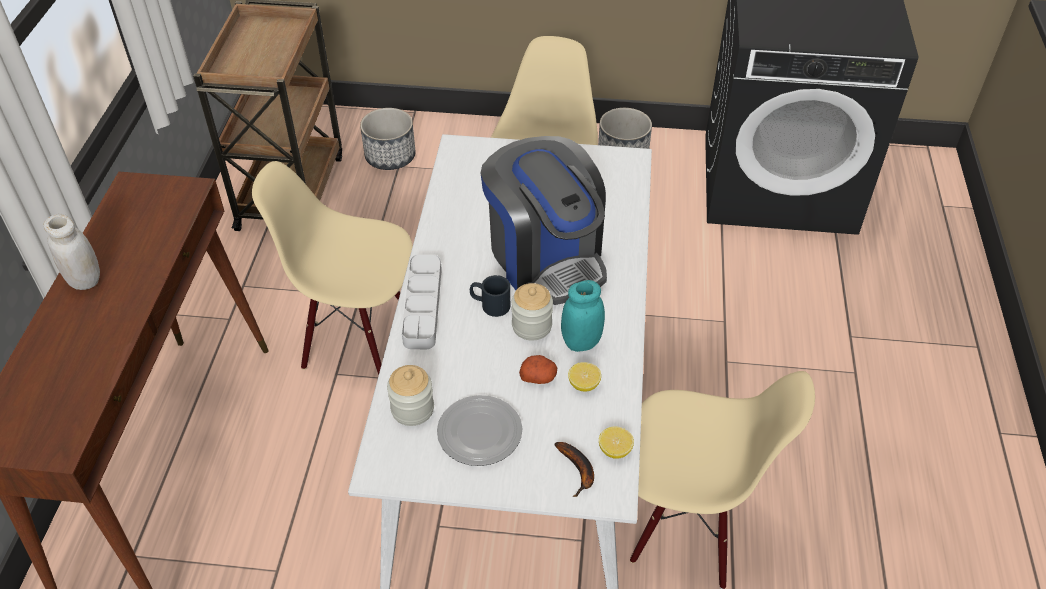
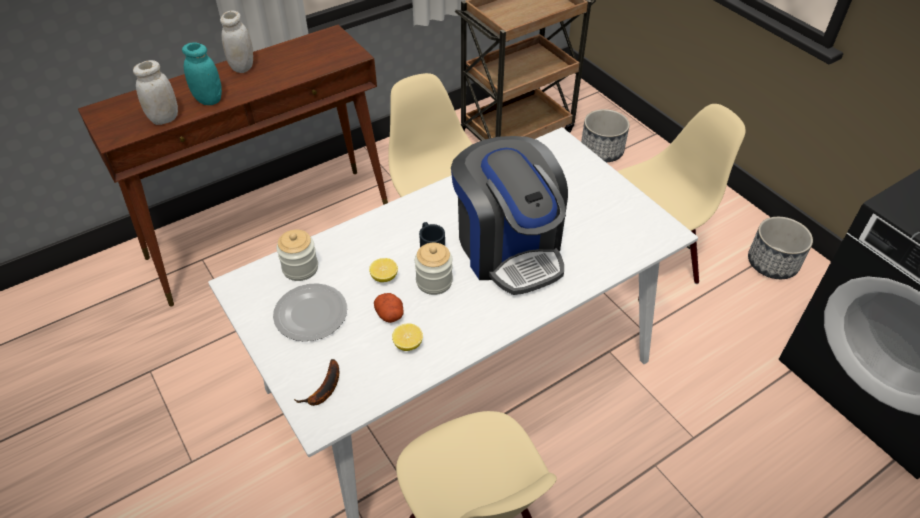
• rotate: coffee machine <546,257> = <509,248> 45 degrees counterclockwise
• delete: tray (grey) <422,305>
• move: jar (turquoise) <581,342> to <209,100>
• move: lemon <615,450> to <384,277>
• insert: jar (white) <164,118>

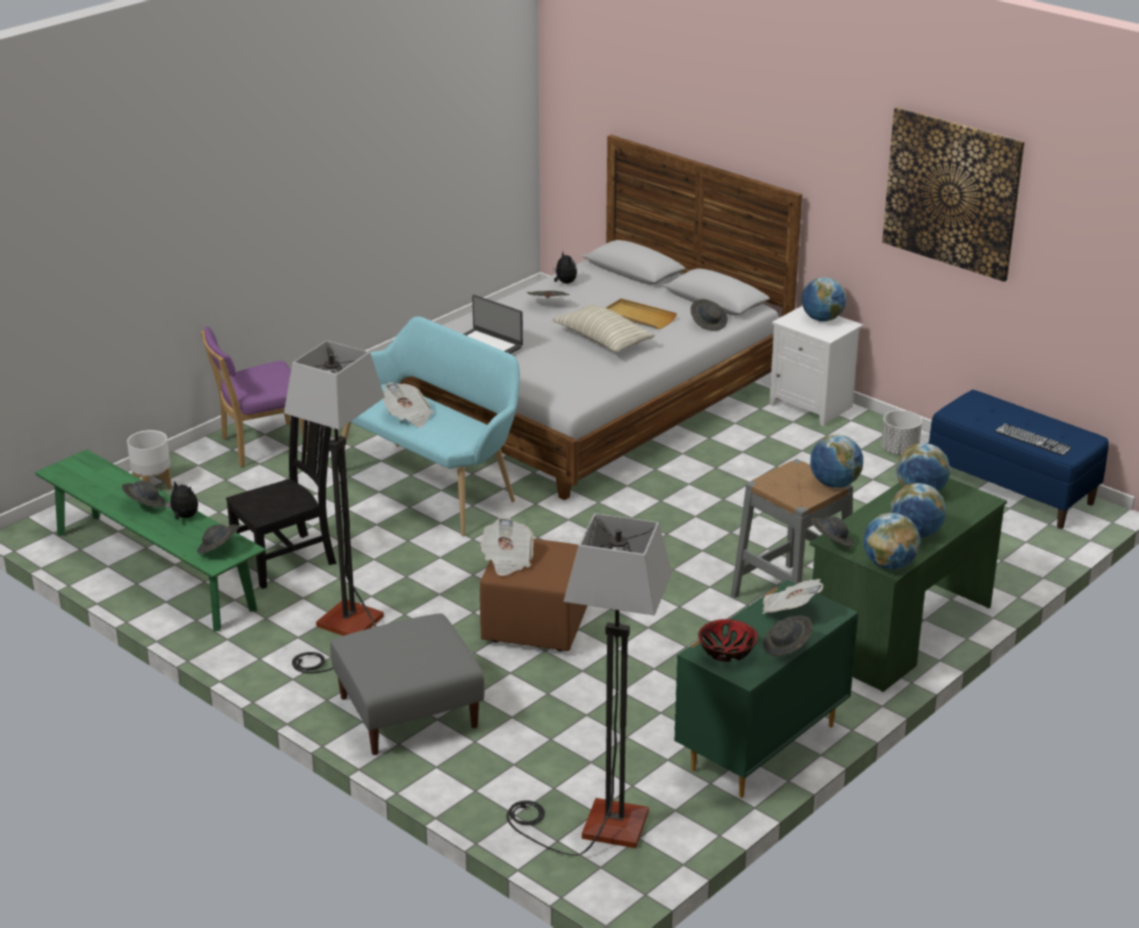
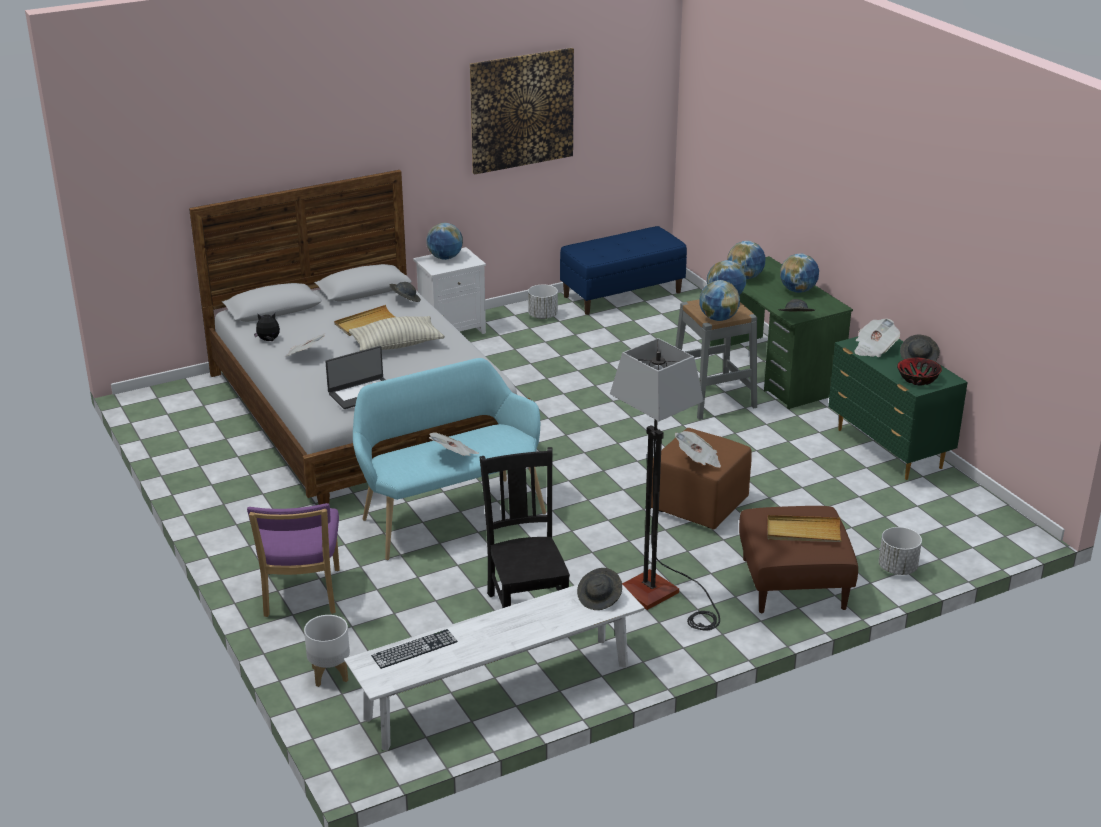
• move: keyboard <1033,439> to <414,649>
• recolor: bench (green) <154,570> to bench (white) <498,692>
• delete: hat (grey) <144,504>
• delete: plush toy <184,517>
• delete: floor lamp <594,825>
• move: globe <889,564> to <718,318>
• recolor: ottoman (grey) <408,712> to ottoman (brown) <794,584>
• insert: tray (beige) <803,532>
• insert: planter (white) <897,568>

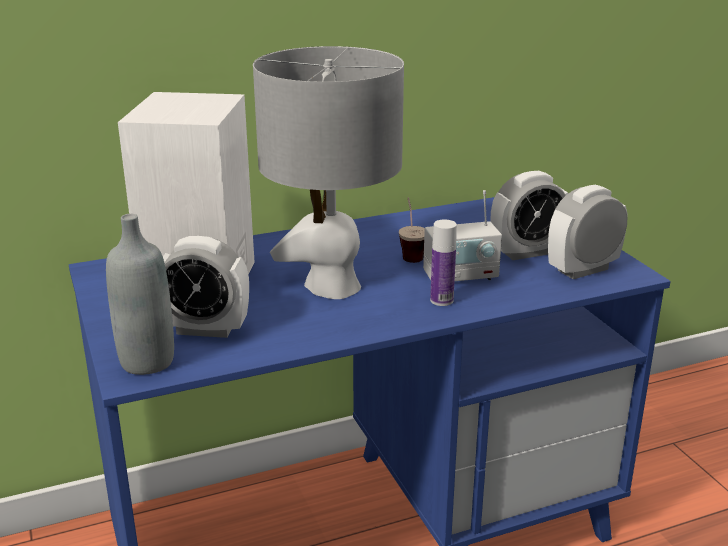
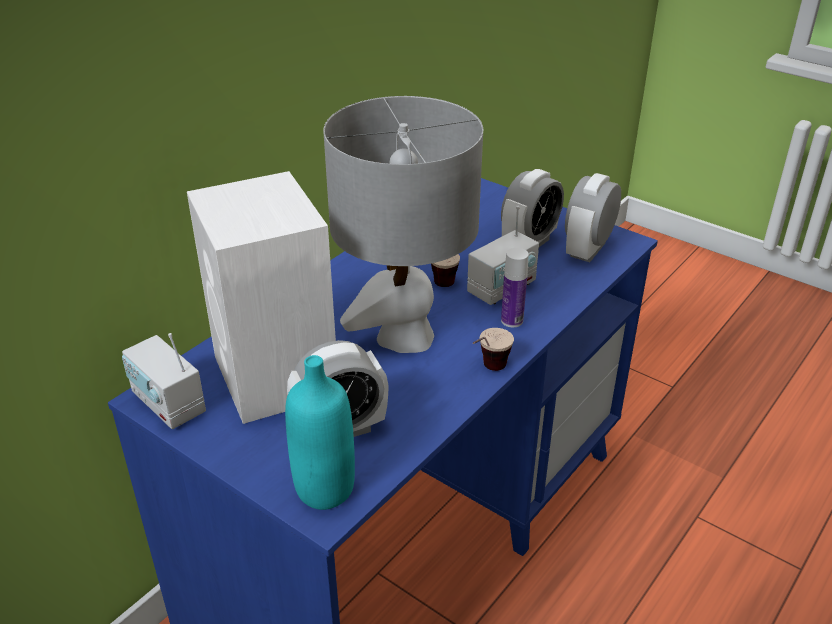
• recolor: bottle (grey) <147,361> to bottle (turquoise) <324,489>
• insert: cup <487,371>
• insert: radio <168,404>

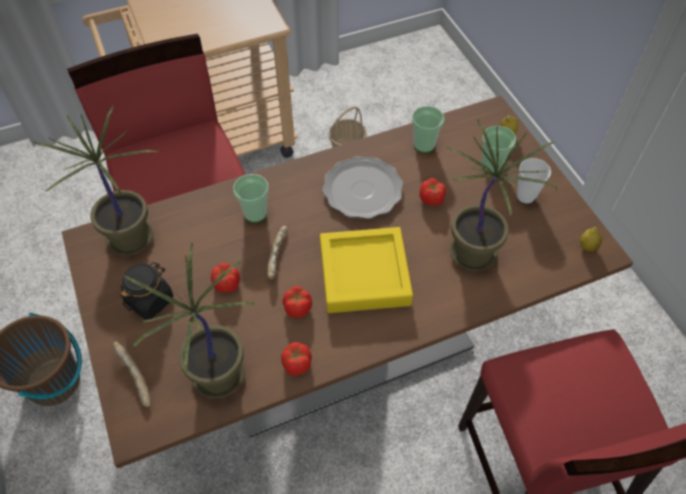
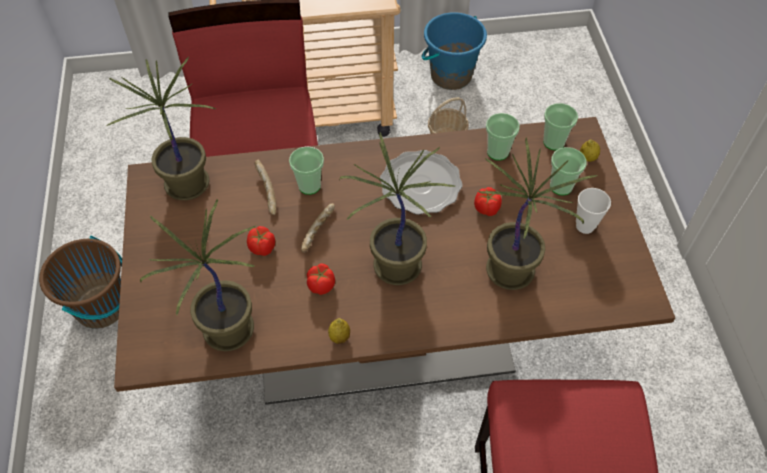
• replace: tray (yellow) <364,274> to potted plant <395,267>
• move: lemon <587,247> to <339,337>
• delete: jar (black) <150,300>
• move: bread <133,377> to <265,191>
• delete: tomato <297,364>
• insert: bucket (blue) <450,75>
• insert: cup <554,142>

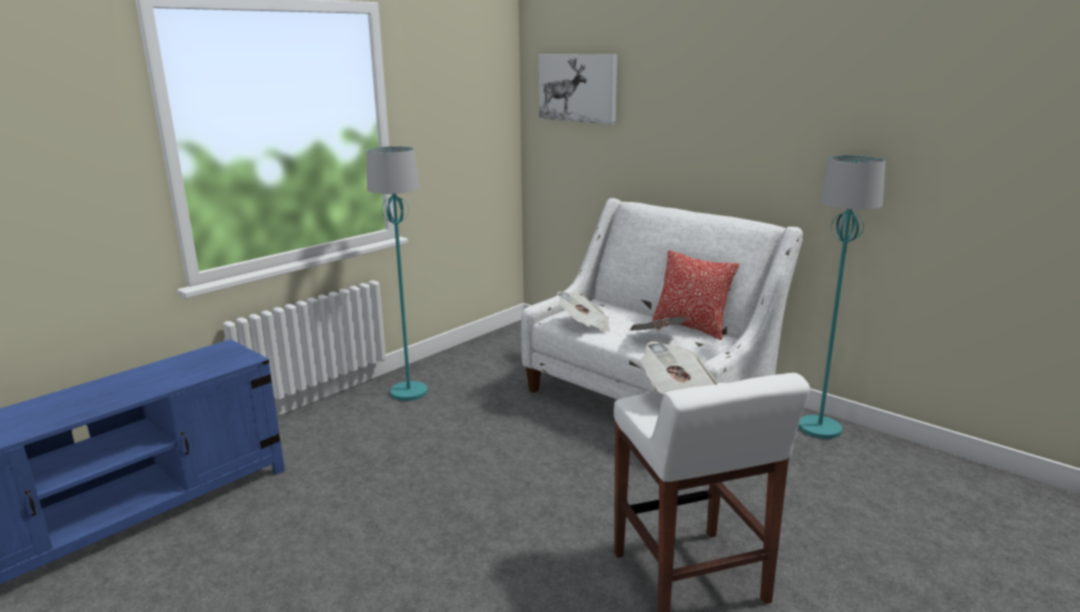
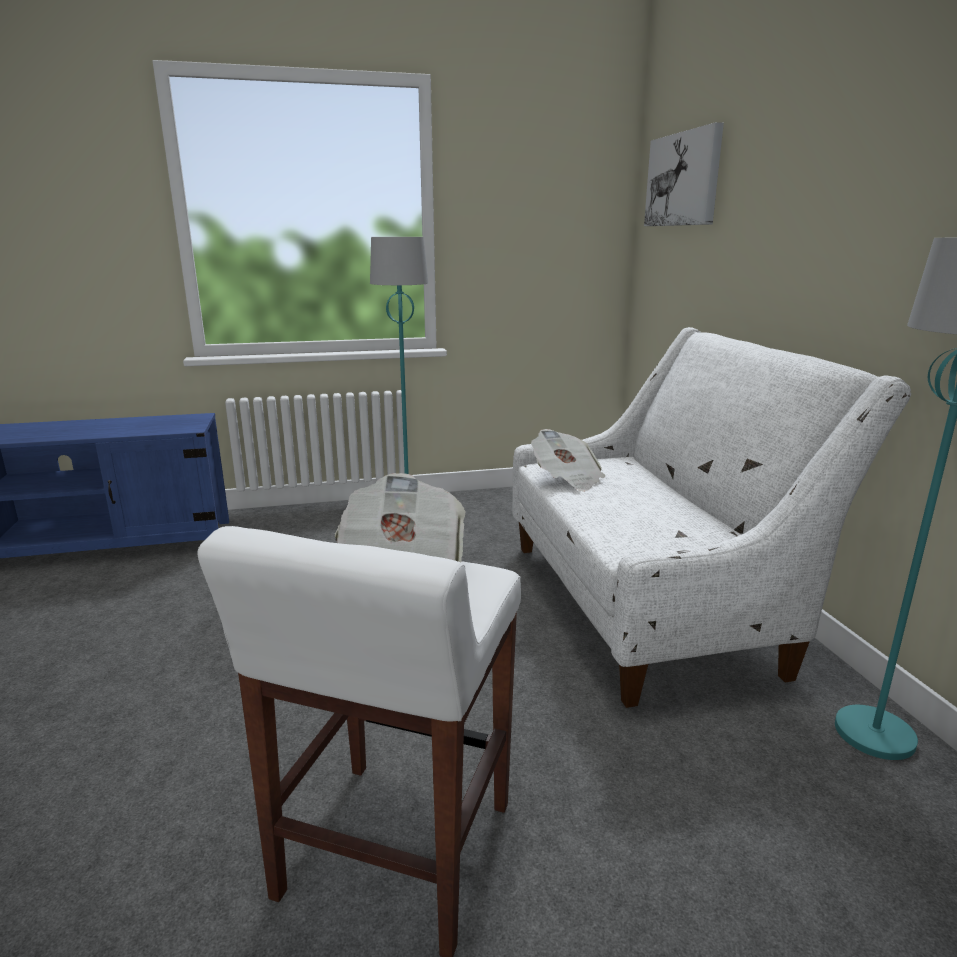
• delete: pillow <691,327>
• delete: newspaper <656,339>

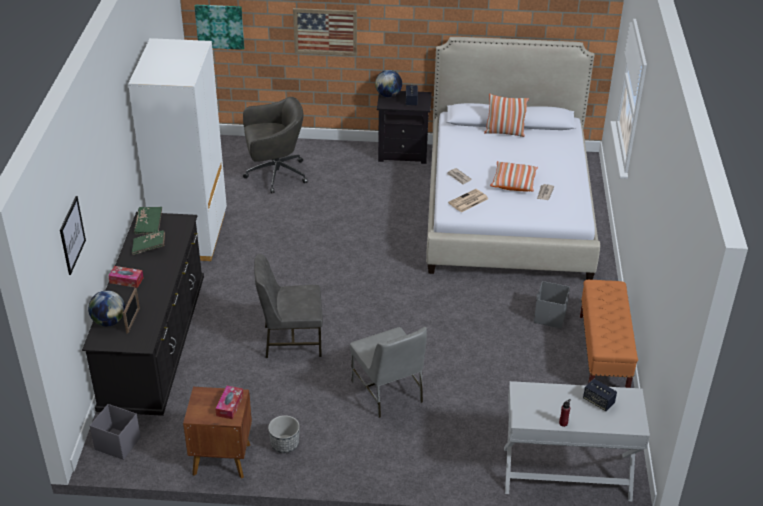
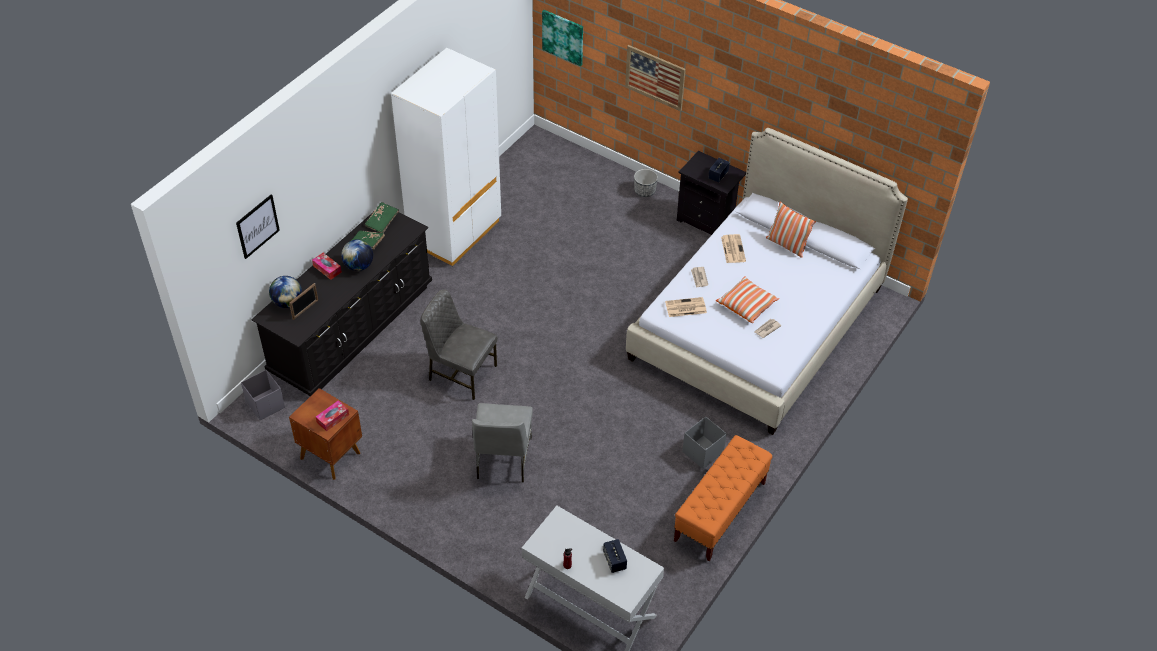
• move: globe <388,95> to <358,266>
• delete: office chair (grey) <275,174>
• move: planter <285,444> to <645,191>
• insert: newspaper <732,248>

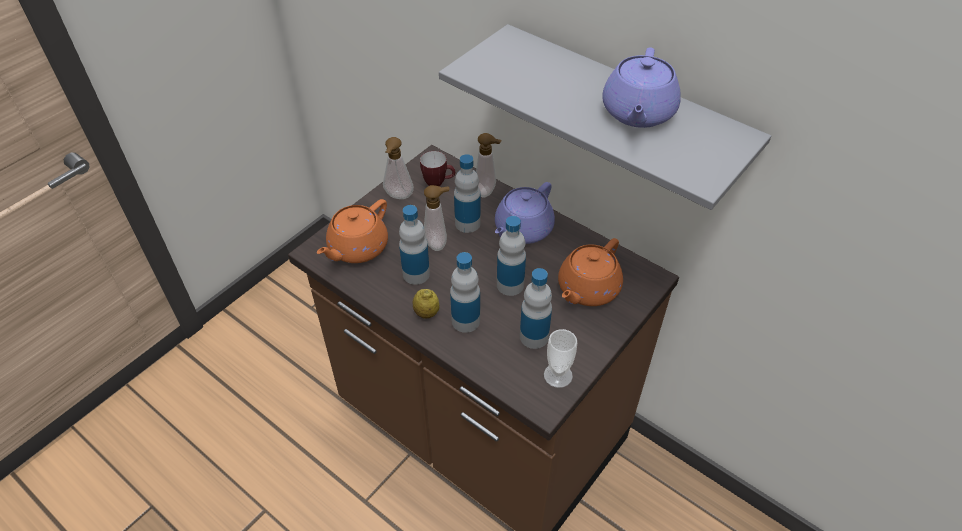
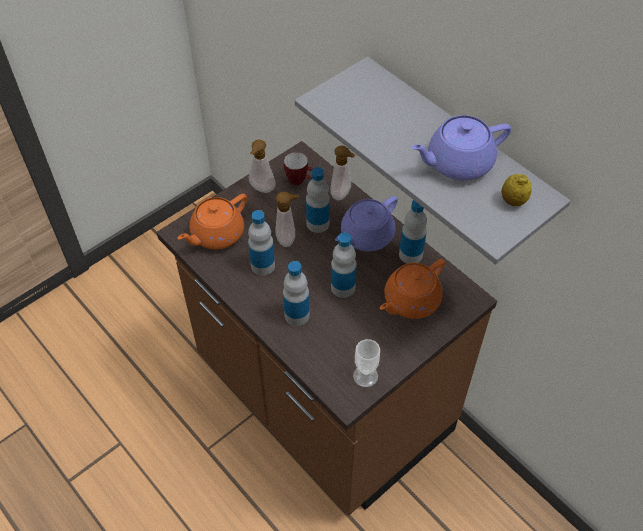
• rotate: teapot (purple) <637,113> = <457,163> 45 degrees clockwise
• move: bottle <534,336> to <410,254>
• move: lemon <426,313> to <513,201>

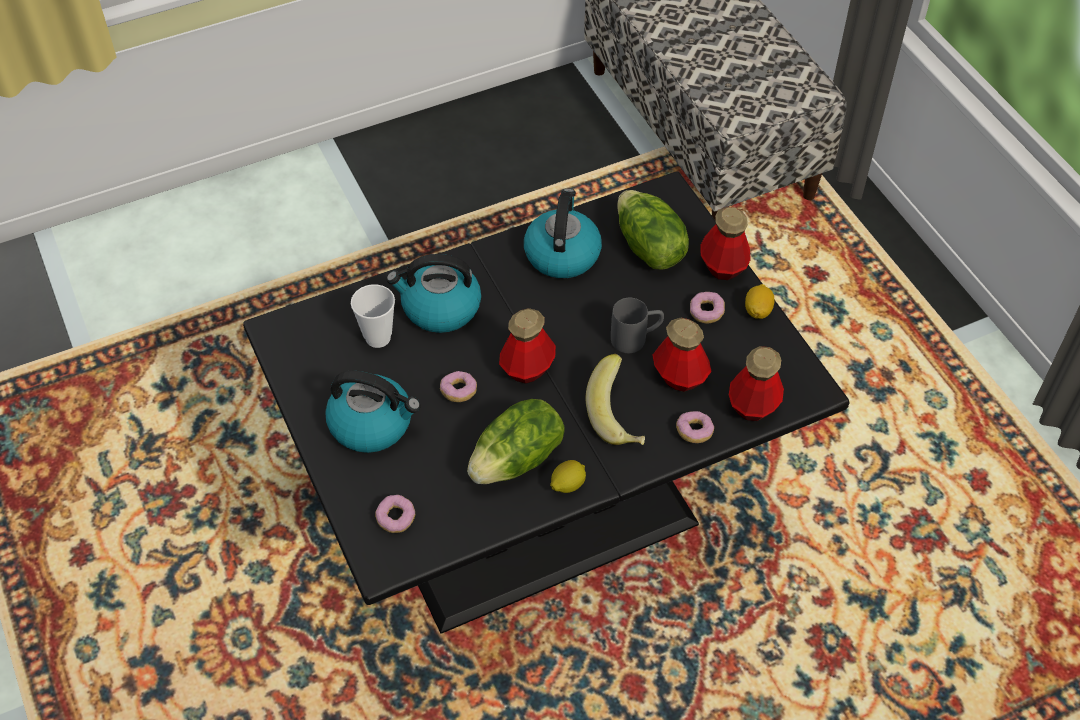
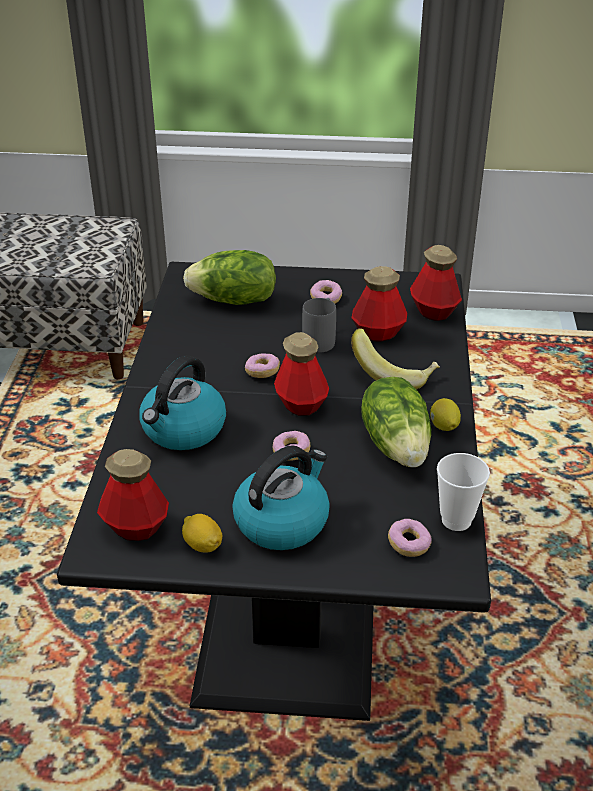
• delete: kettle <562,254>
• move: bottle <723,267> to <135,527>
• move: cup <378,338> to <456,520>
• move: lemon <758,310> to <203,545>
• move: donut <694,432> to <262,372>

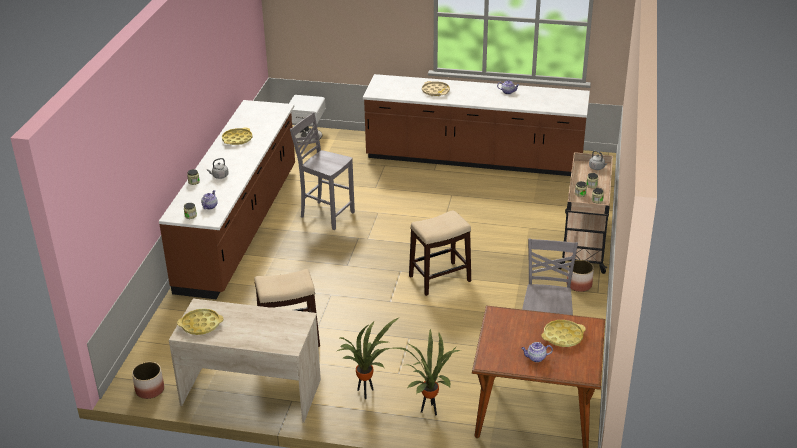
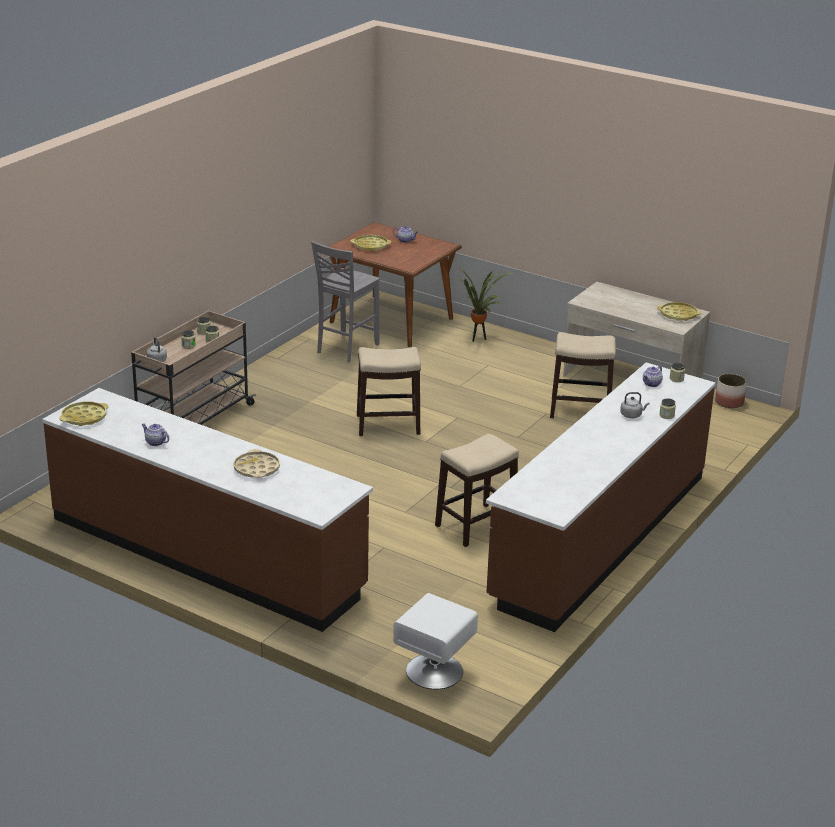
• replace: chair (grey) <326,214> to stool <475,525>
• move: tray (yellow) <237,139> to <84,417>
• delete: planter <578,285>
• delete: potted plant <366,392>

